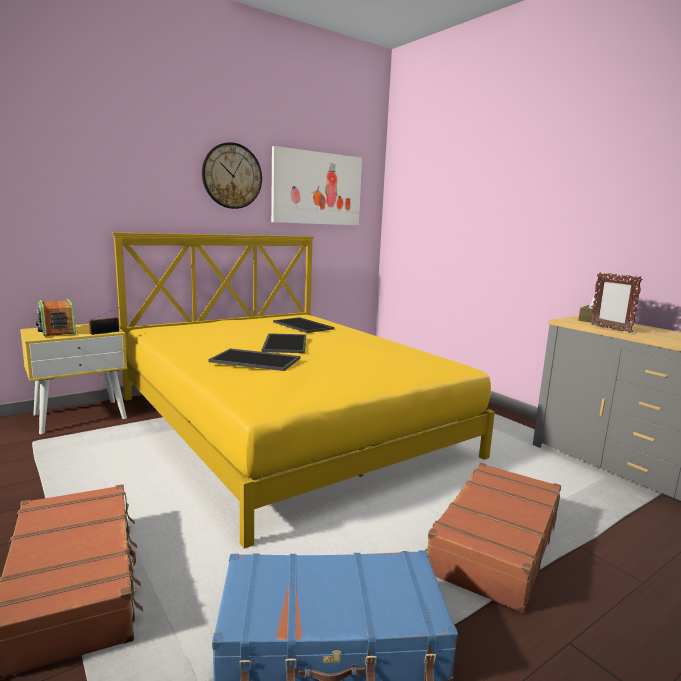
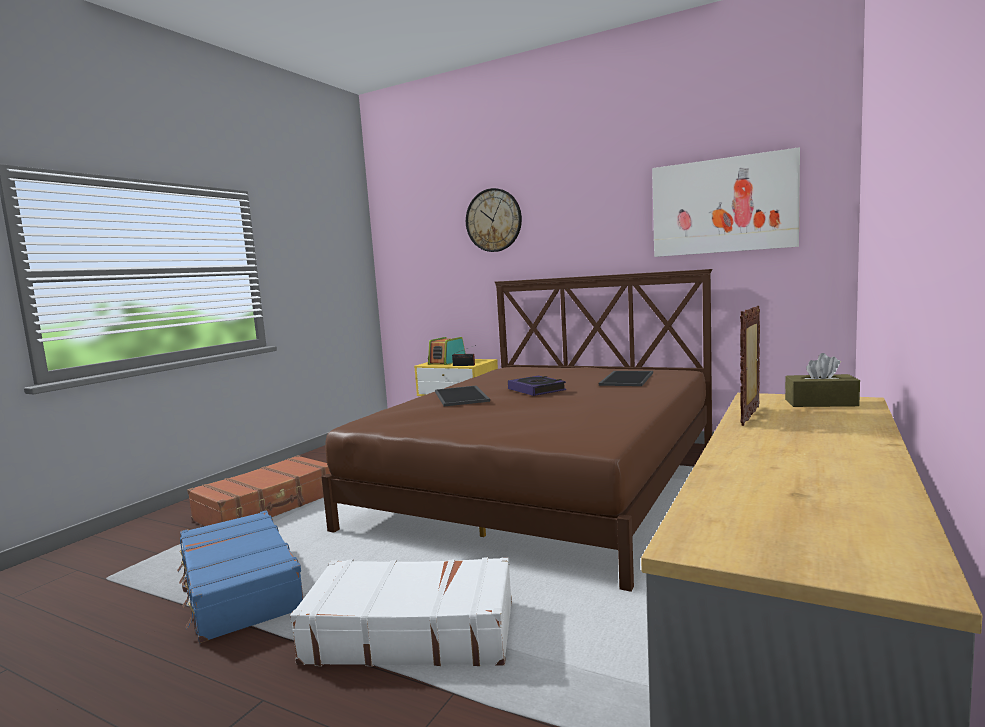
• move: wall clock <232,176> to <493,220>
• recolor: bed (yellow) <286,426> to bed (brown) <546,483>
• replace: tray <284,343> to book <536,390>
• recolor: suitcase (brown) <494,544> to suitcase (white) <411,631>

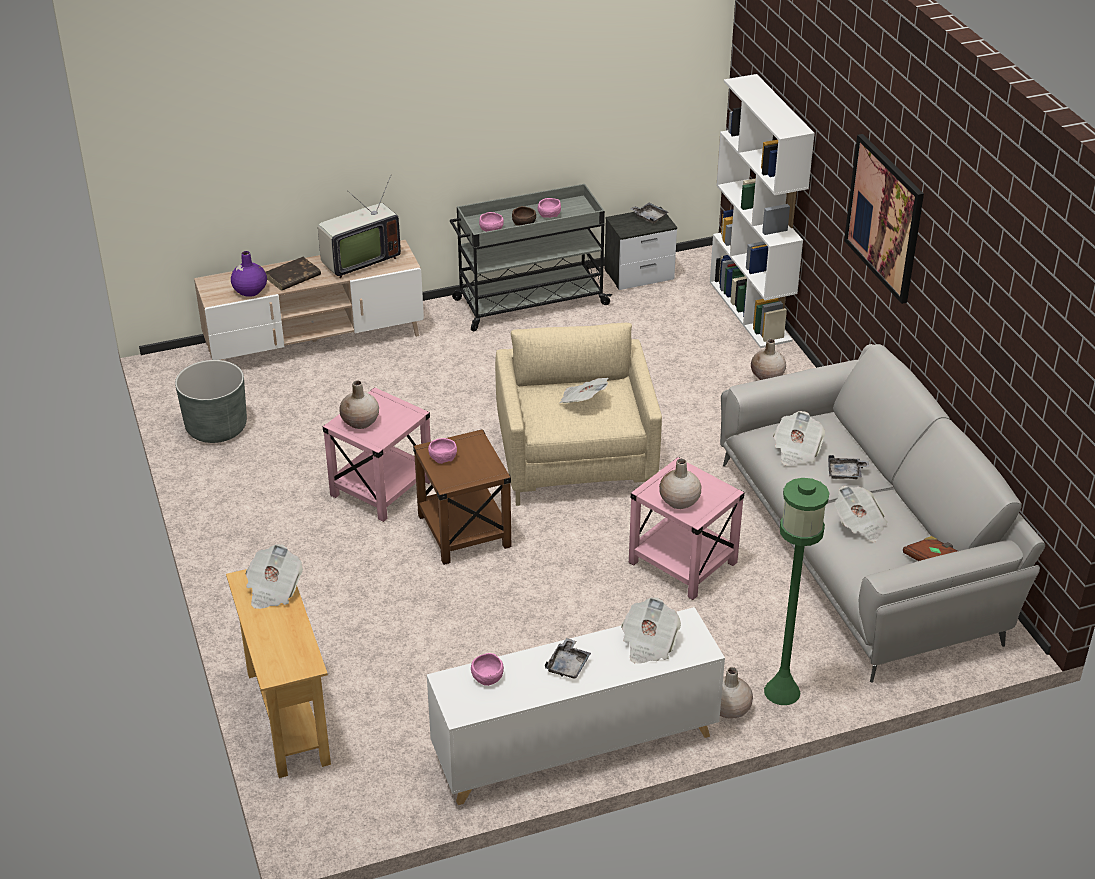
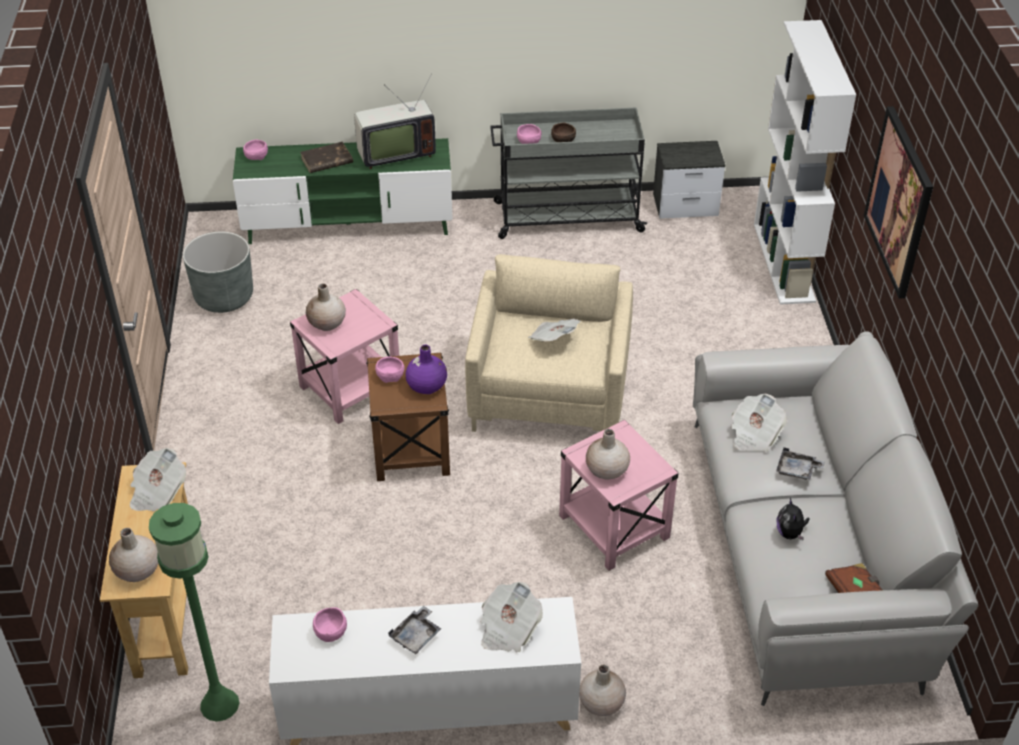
• move: bowl (pink) <548,214> to <255,156>
• delete: tray (grey) <649,217>
• recolor: tv stand (beige) <315,341> to tv stand (green) <348,224>
• move: vase (purple) <250,290> to <427,385>
• move: vase (beige) <767,376> to <137,570>
• move: floor lamp (green) <782,692> to <219,705>
• replace: newspaper <859,525> to plush toy <790,533>

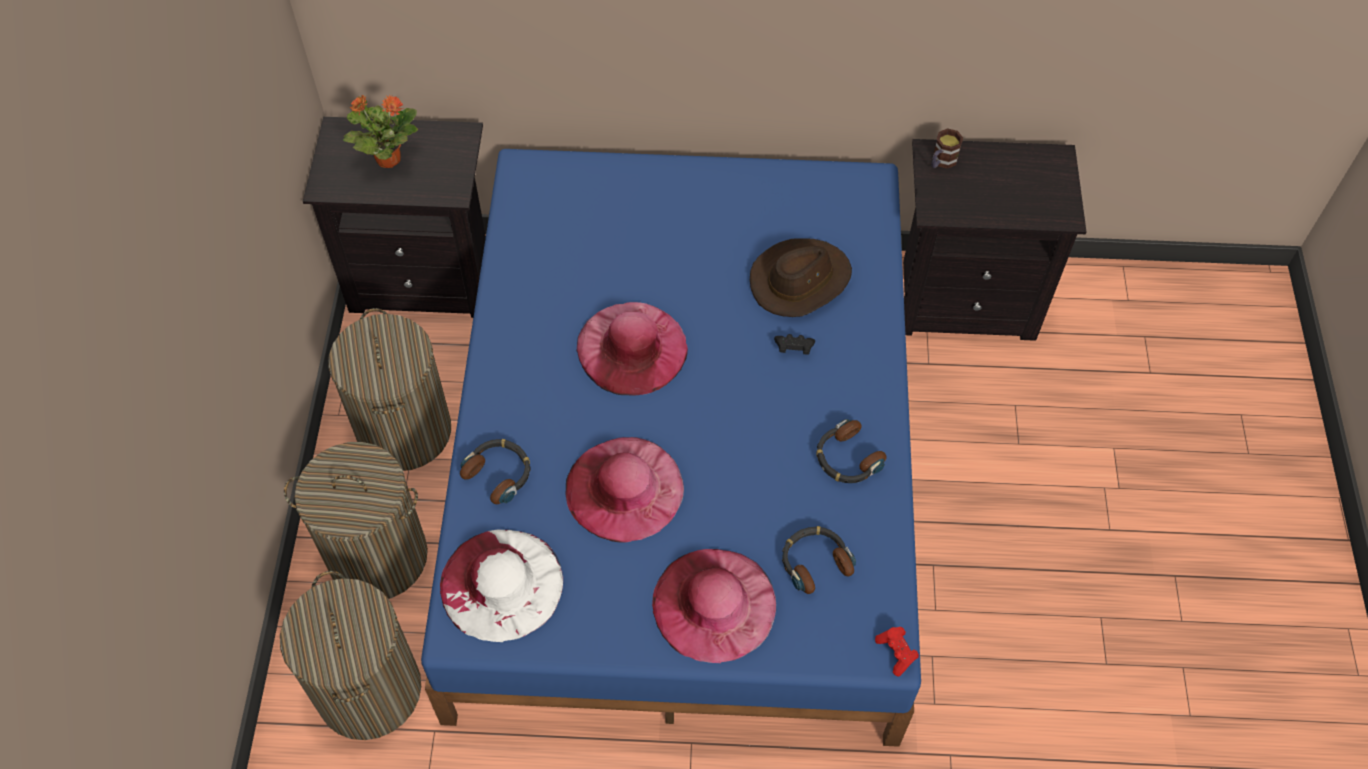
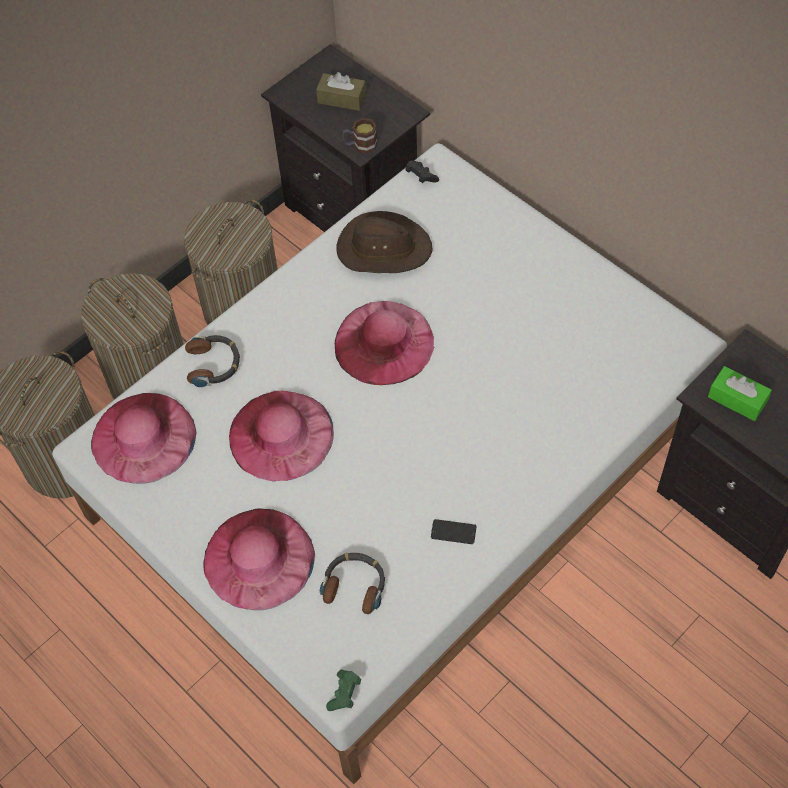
• replace: potted plant <387,159> to tissue box (brown) <341,99>
• move: mug <941,162> to <360,145>
• recolor: bed (blue) <684,468> to bed (white) <400,471>
• move: hat (brown) <800,280> to <383,248>
• move: game controller (black) <793,349> to <421,177>
• replace: headphones <846,458> to phone <453,532>
• recolor: hat (white) <501,584> to hat (pink) <143,437>
• recolor: game controller (red) <896,653> to game controller (green) <344,694>
• insert: tissue box (green) <737,399>

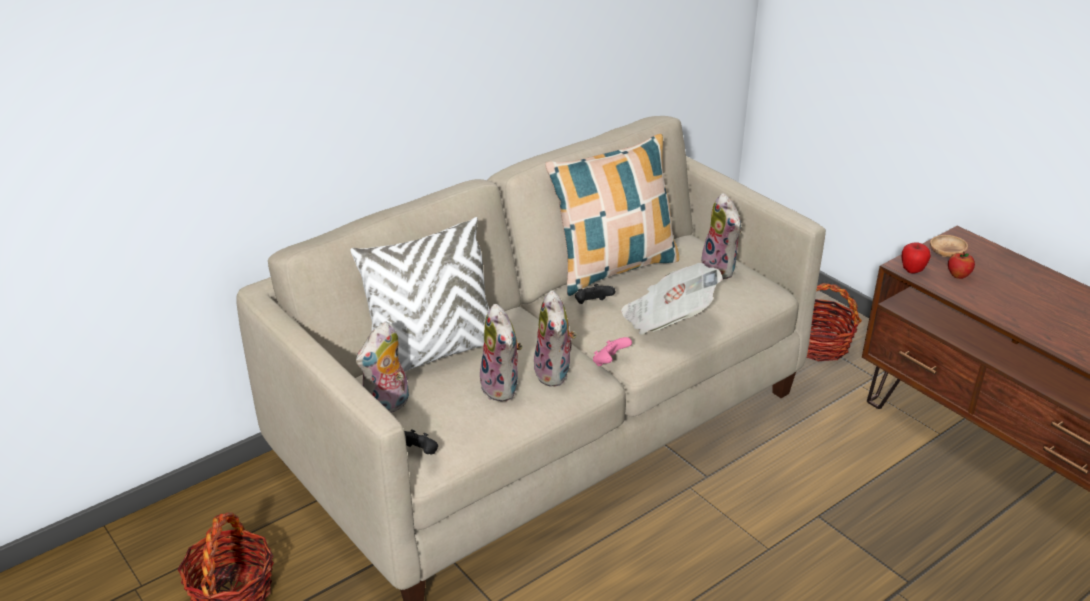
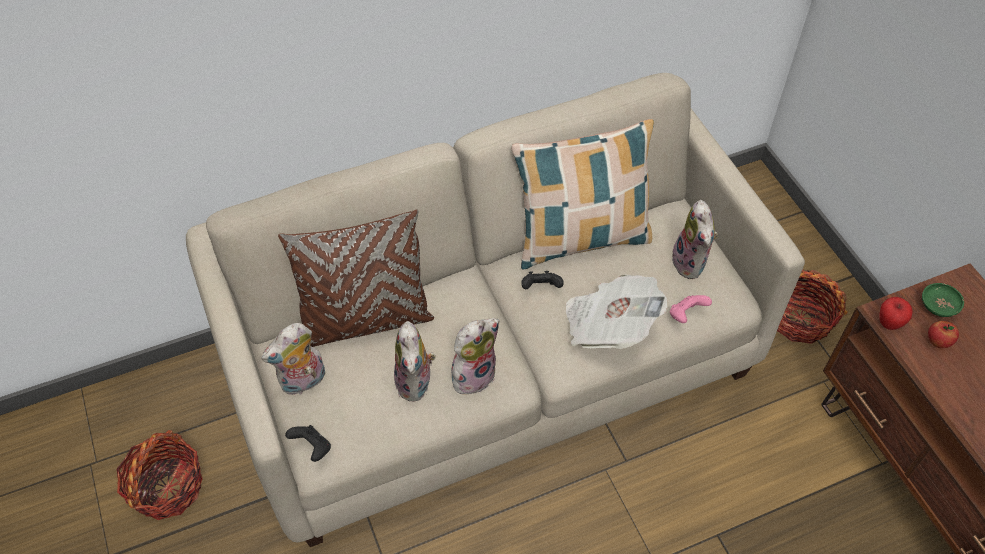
• recolor: pillow (white) <432,353> to pillow (brown) <366,320>
• recolor: bowl (brown) <946,254> to bowl (green) <938,307>
• rotate: plush toy <555,374> = <473,374> 135 degrees counterclockwise
• move: game controller (pink) <610,362> to <686,315>

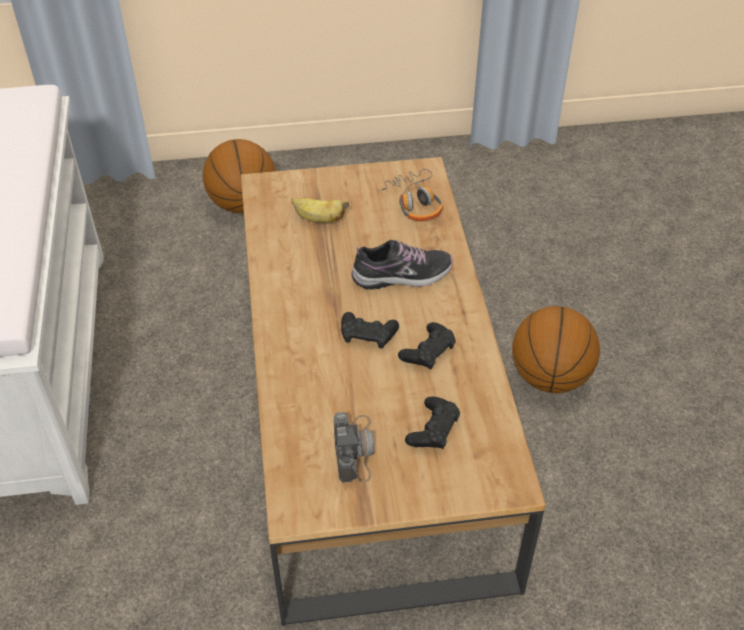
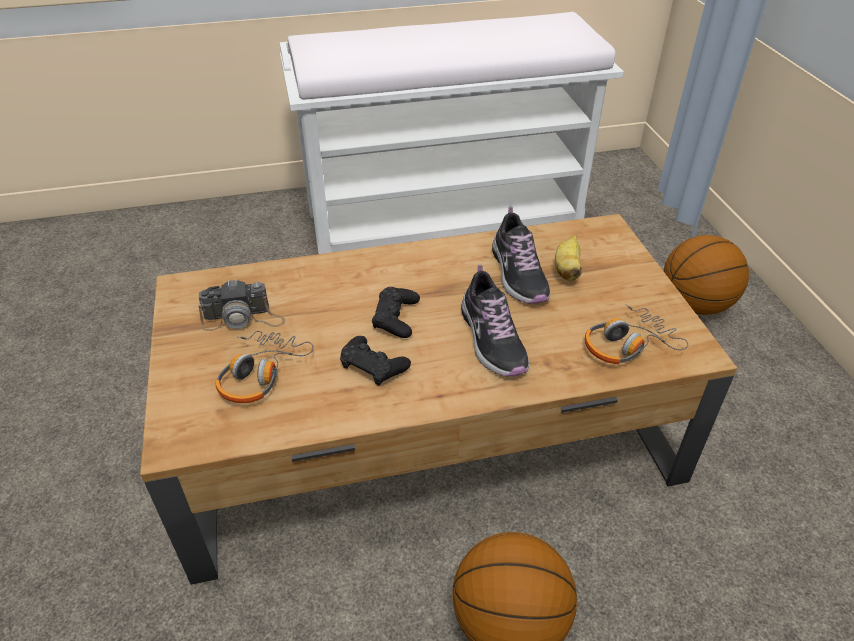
• replace: game controller (black) <433,429> to headphones <261,374>
• insert: shoe <518,274>

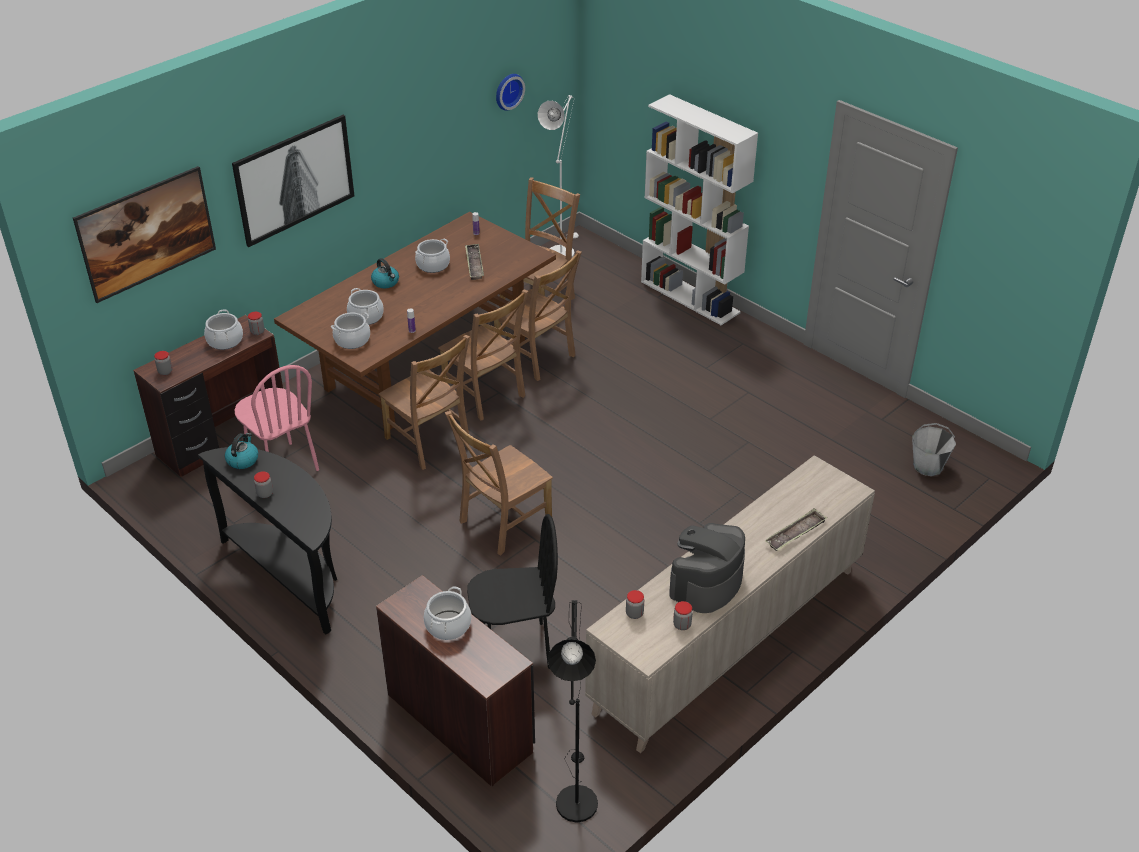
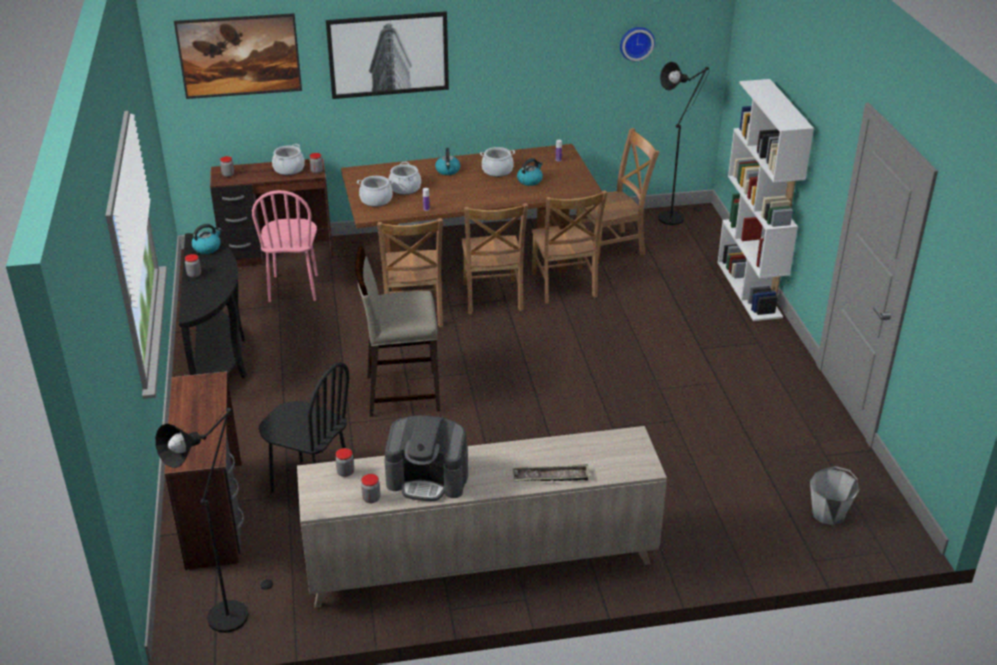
• recolor: floor lamp (white) <562,250> to floor lamp (black) <674,216>
• replace: tray <474,264> to kettle <530,180>
• replace: chair (brown) <502,523> to stool (beige) <401,393>
• rotate: coffee machine <706,583> = <428,478> 150 degrees counterclockwise
• delete: cooking pot <448,625>

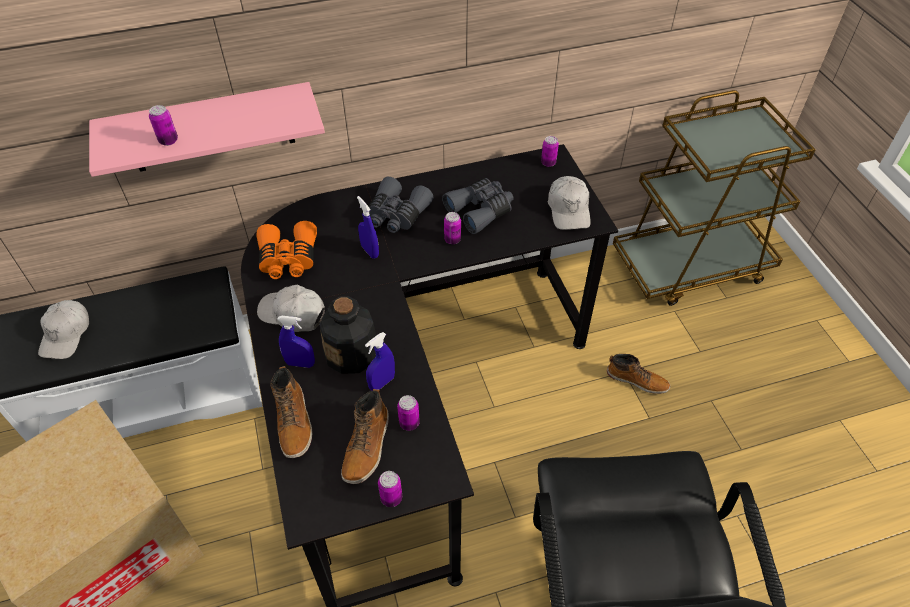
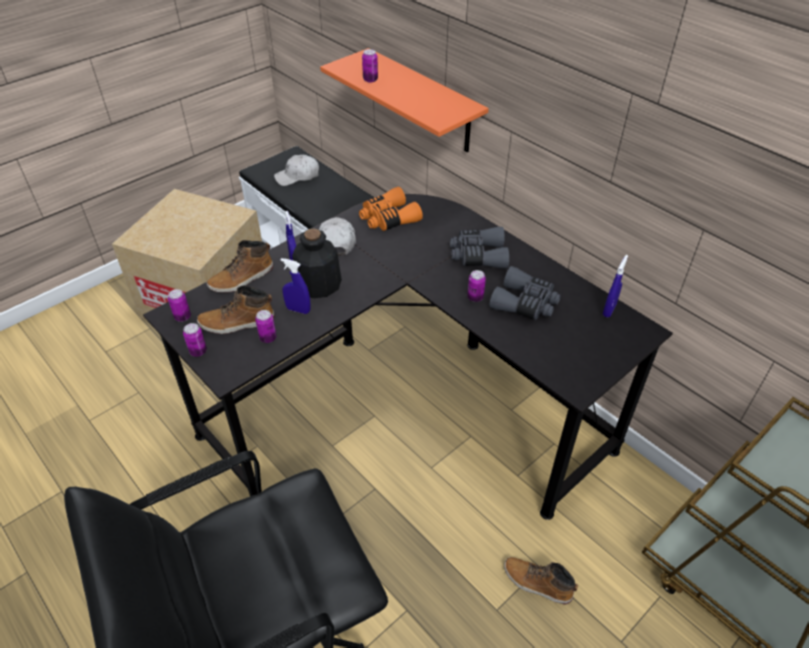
• recolor: shelf (pink) <210,128> to shelf (orange) <424,102>
• move: can <548,163> to <182,317>
• delete: cap (white) <569,210>
• move: spray bottle (blue) <370,251> to <609,310>
• rotate: boot <637,380> = <537,583> 120 degrees clockwise

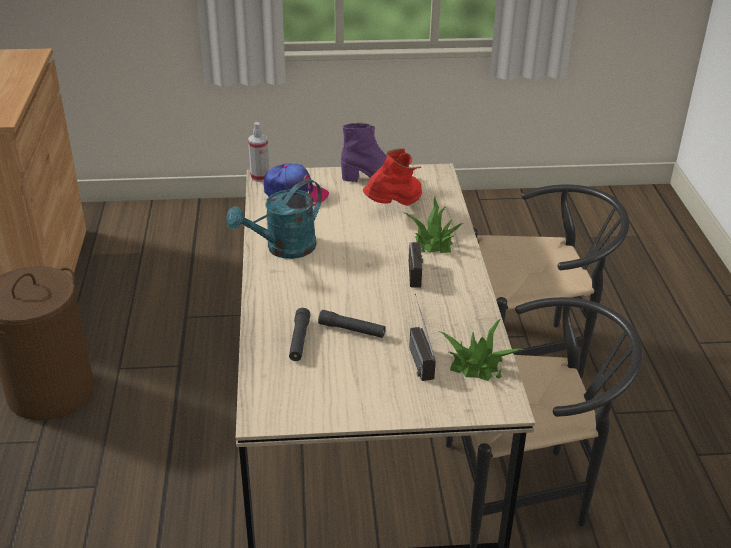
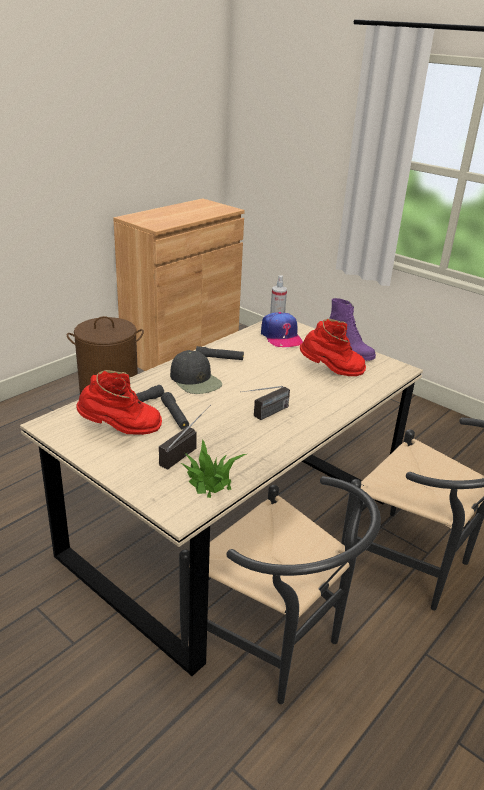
• replace: watering can (turquoise) <283,249> to flashlight (black) <219,358>
• delete: potted plant <434,241>
• insert: cap (black) <196,380>
• insert: boot (red) <121,430>

